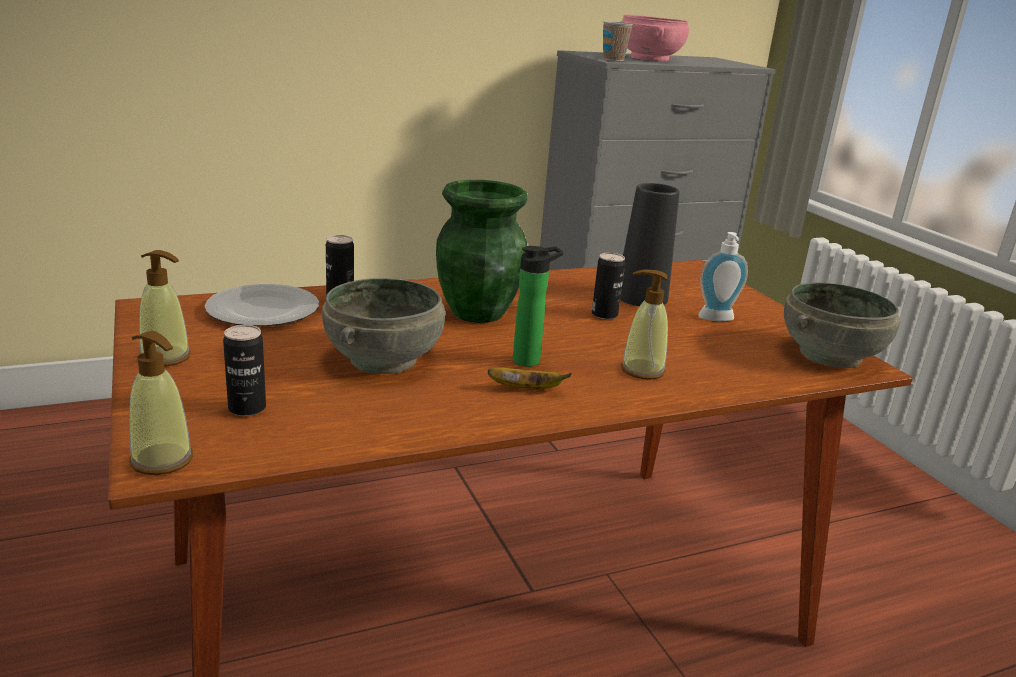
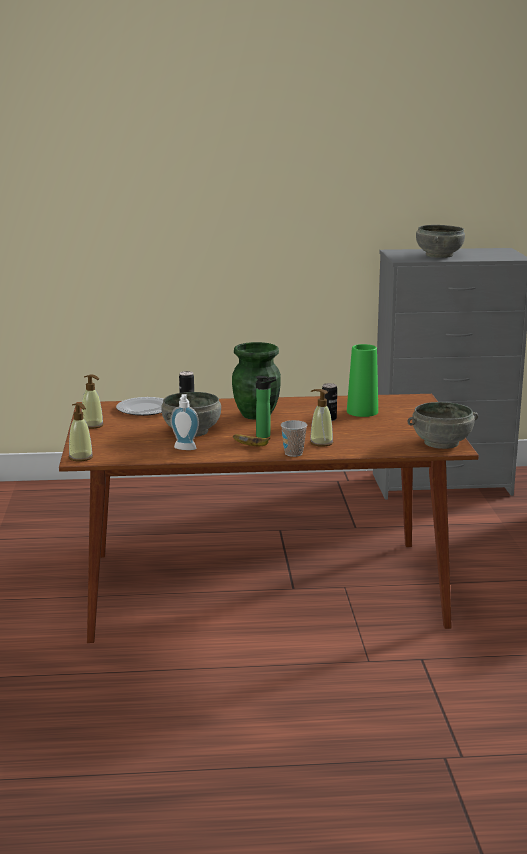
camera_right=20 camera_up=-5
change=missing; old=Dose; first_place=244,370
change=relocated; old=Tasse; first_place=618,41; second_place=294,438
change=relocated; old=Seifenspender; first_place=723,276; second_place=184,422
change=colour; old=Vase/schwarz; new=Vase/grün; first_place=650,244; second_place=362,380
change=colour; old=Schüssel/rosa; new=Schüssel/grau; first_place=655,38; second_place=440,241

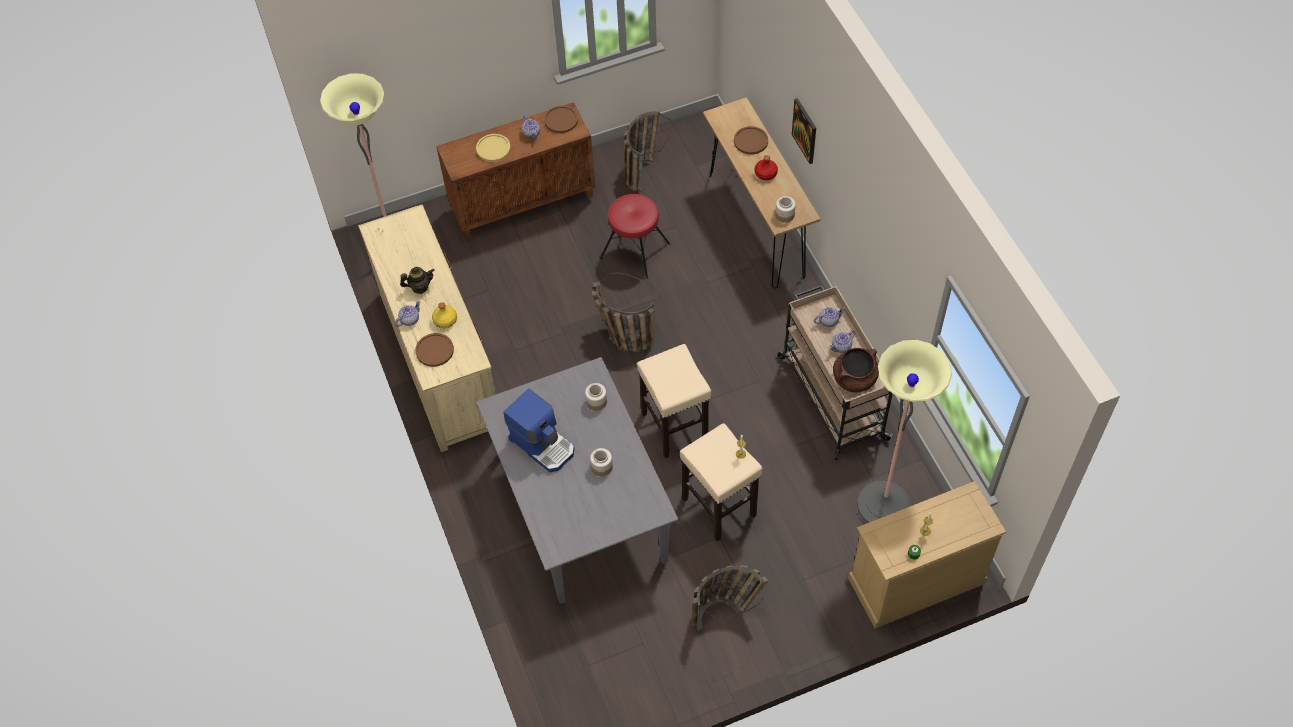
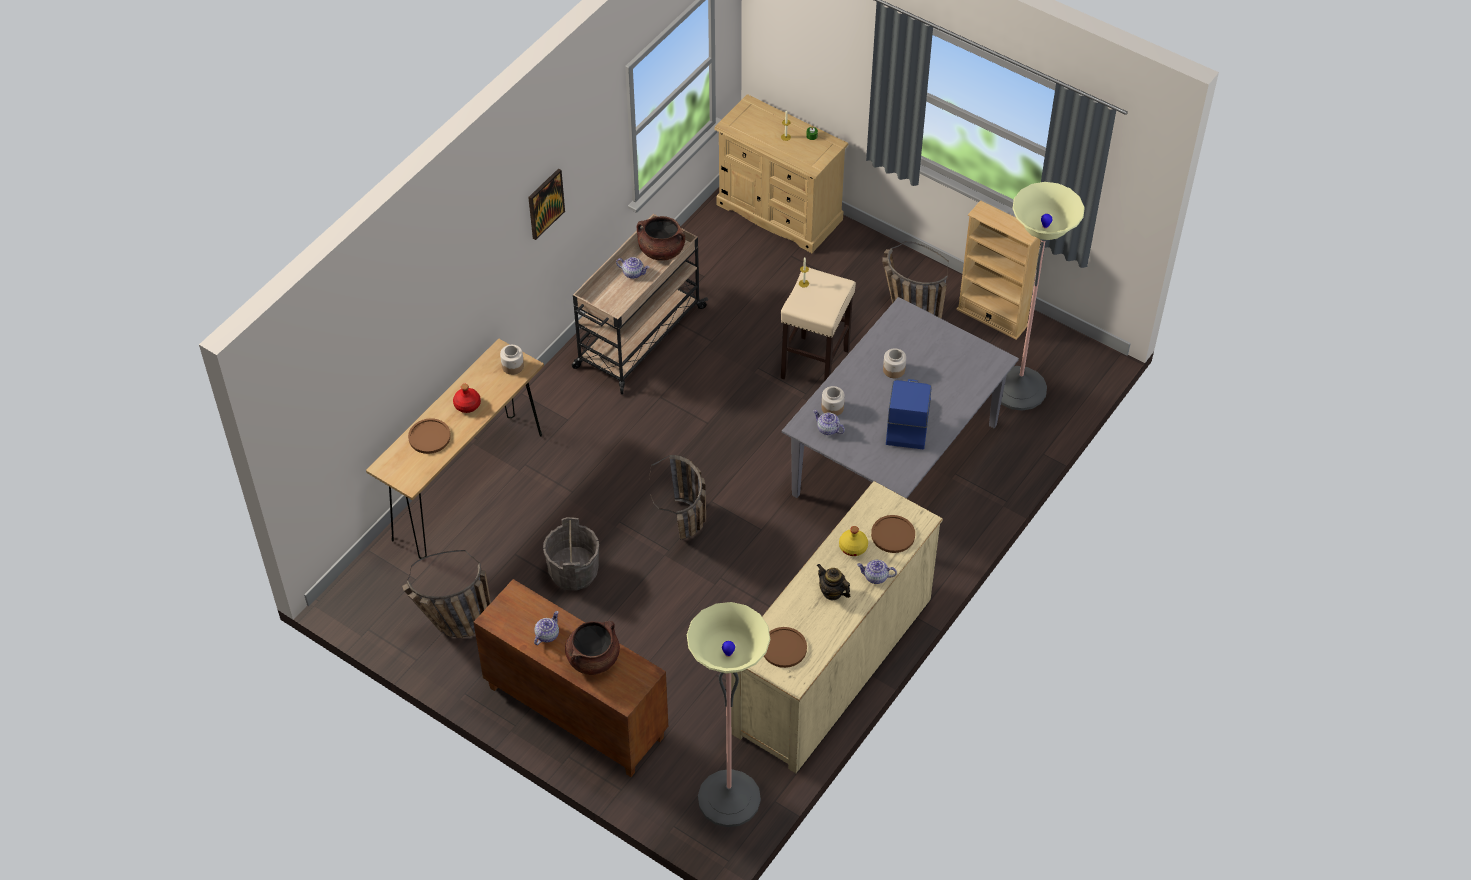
camera_right=-125 camera_up=-5
change=missing; old=Hocker/beige; first_place=674,401
change=appeared; new=Bücherregal/beige; second_place=998,270
change=relocated; old=Teller/braun; first_place=561,119; second_place=785,647
change=relocated; old=Bild; first_place=804,131; second_place=546,204
change=relocated; old=Teekanne; first_place=829,317; second_place=829,422
change=relocated; old=Stehlampe; first_place=904,431; second_place=1043,296
change=exchanged; old=Teller/gelb; new=Kochtopf/braun; first_place=493,148; second_place=592,648
change=exchanged; old=Hocker/rot; new=Eimer/grau; first_place=635,236; second_place=571,554

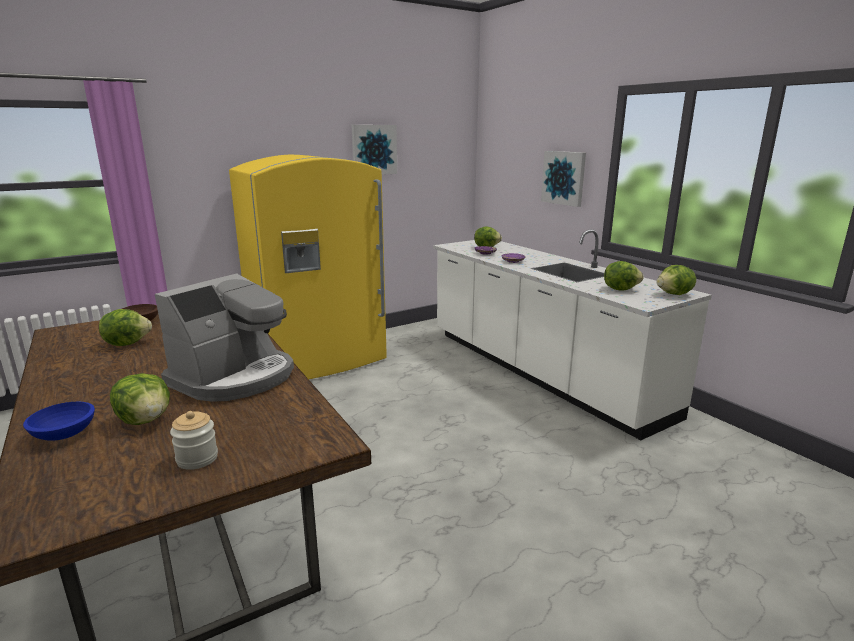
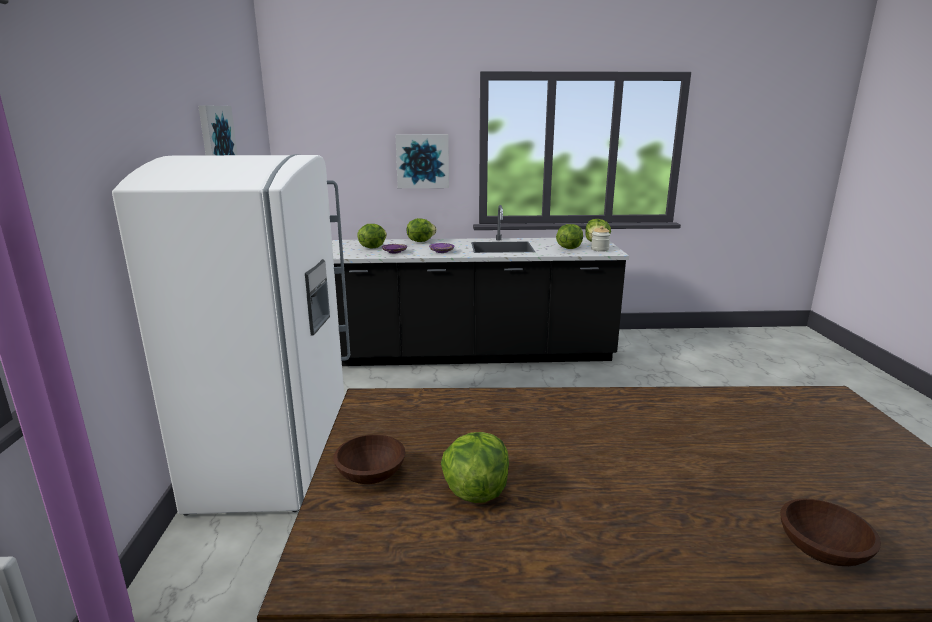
camera_right=-60 camera_up=0
change=missing; old=Kaffeemaschine; first_place=224,338
change=relocated; old=Salatkopf; first_place=140,399; second_place=422,230
change=relocated; old=Vorratsglas; first_place=194,440; second_place=600,239
change=colour; old=Schüssel/blau; new=Schüssel/braun; first_place=59,421; second_place=830,532
change=colour; old=Kühlschrank/gelb; new=Kühlschrank/weiß; first_place=308,267; second_place=231,335
change=colour; old=Küchenzeile/weiß; new=Küchenzeile/schwarz; first_place=572,334; second_place=480,285

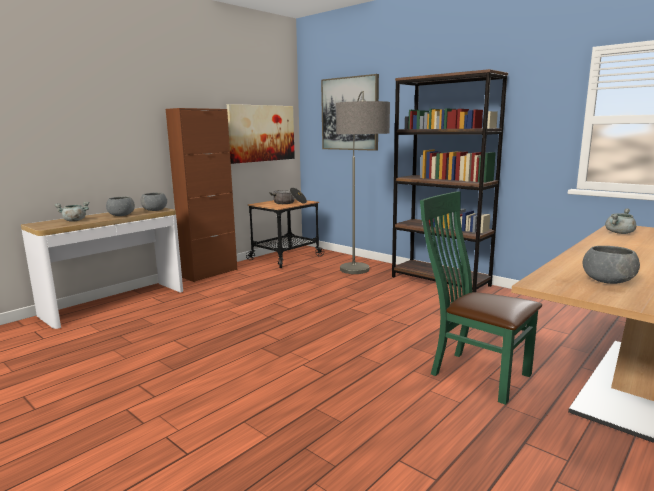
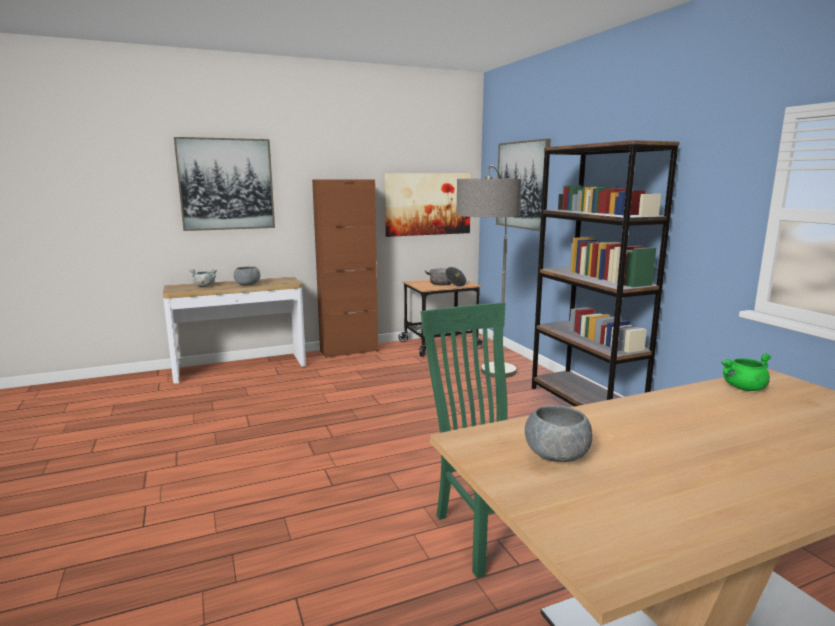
camera_right=25 camera_up=0
change=missing; old=Schüssel/grau; first_place=153,201
change=appeared; new=Bild; second_place=224,184
change=colour; old=Kochtopf/grau; new=Kochtopf/grün; first_place=620,221; second_place=746,372

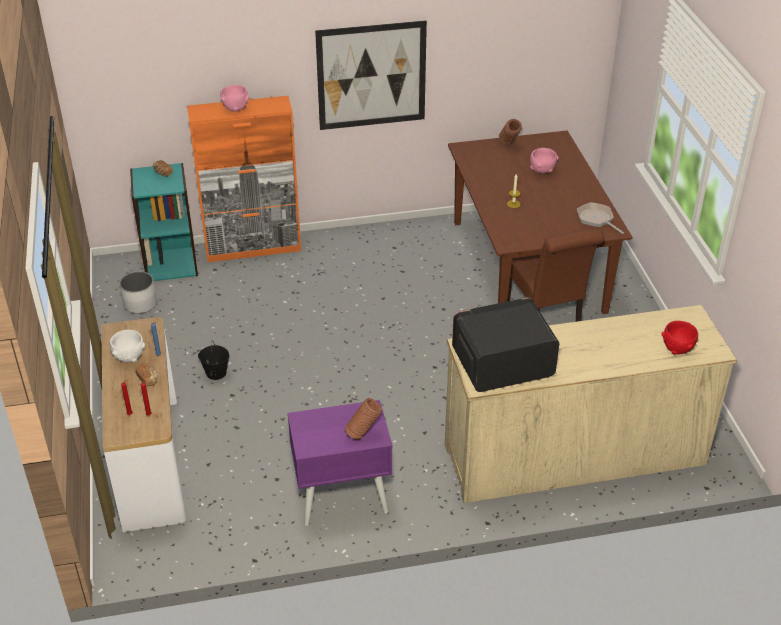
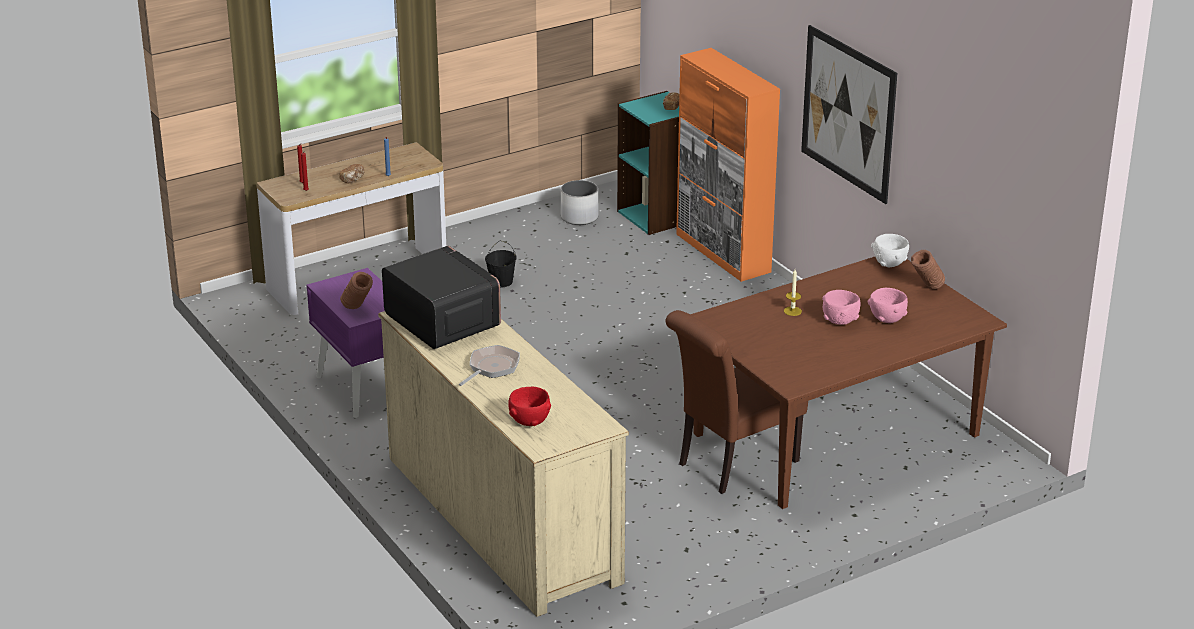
camera_right=70 camera_up=-10
change=relocated; old=Schüssel/weiß; first_place=127,346; second_place=890,250
change=relocated; old=Schüssel/rosa; first_place=234,98; second_place=841,307
change=relocated; old=Pfanne; first_place=600,218; second_place=489,365

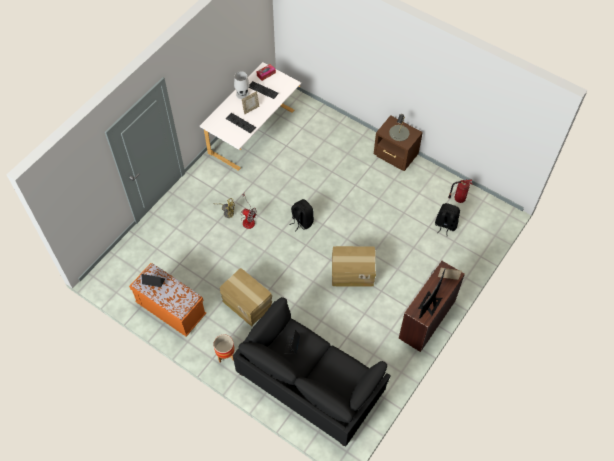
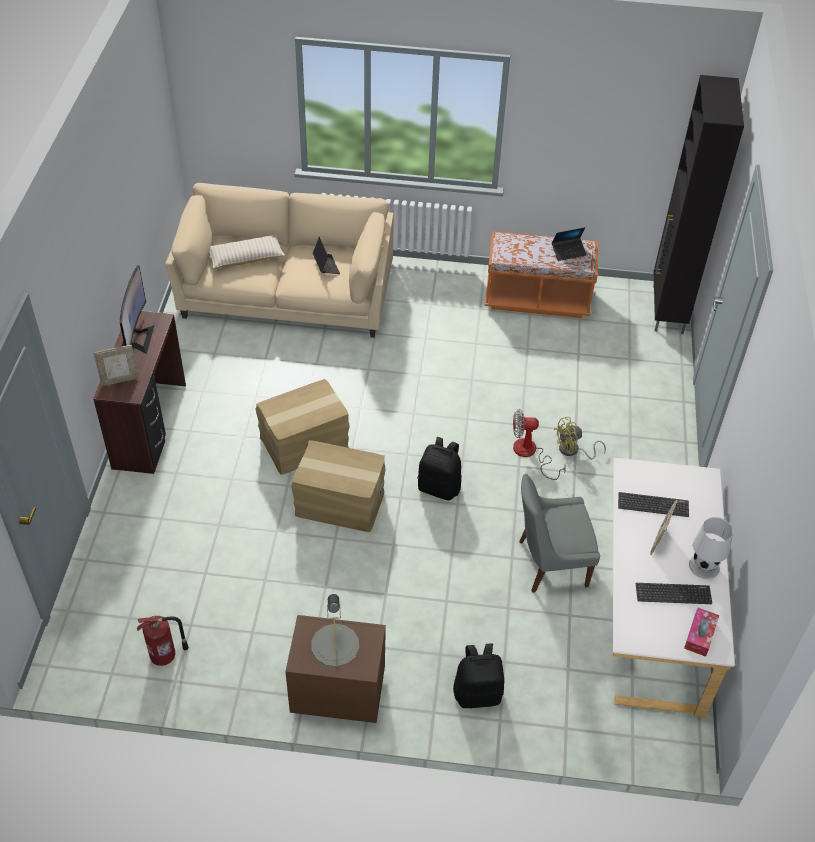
camera_right=150 camera_up=-10
change=missing; old=Pflanzkübel; first_place=224,349
change=appeared; new=Kissen/beige; second_place=247,251
change=appeared; new=Stuhl/grau; second_place=559,533
change=appeared; new=Schrank/schwarz; second_place=698,204
change=relocated; old=Karton; first_place=246,297; second_place=338,486
change=relocated; old=Rucksack/schwarz; first_place=447,220; second_place=478,675
change=colour; old=Sofa/schwarz; new=Sofa/beige; first_place=312,372; second_place=279,260

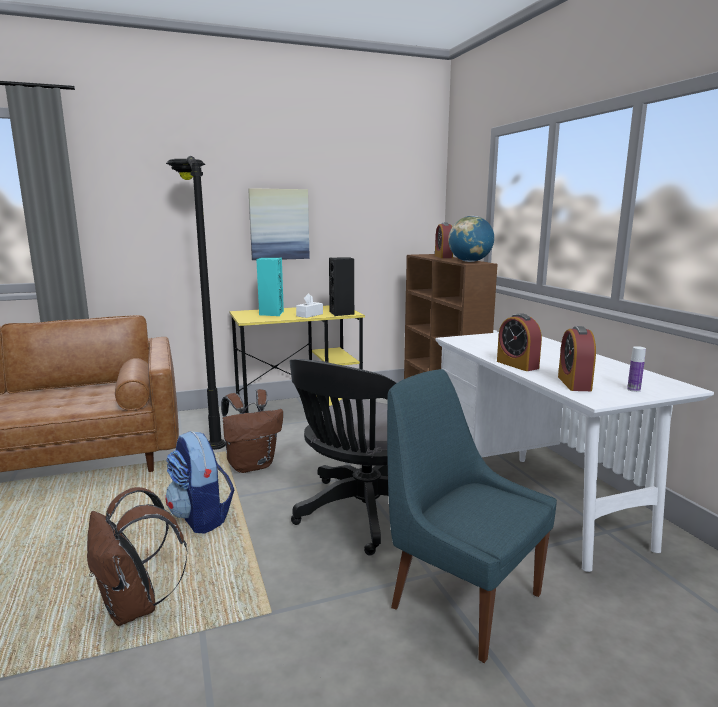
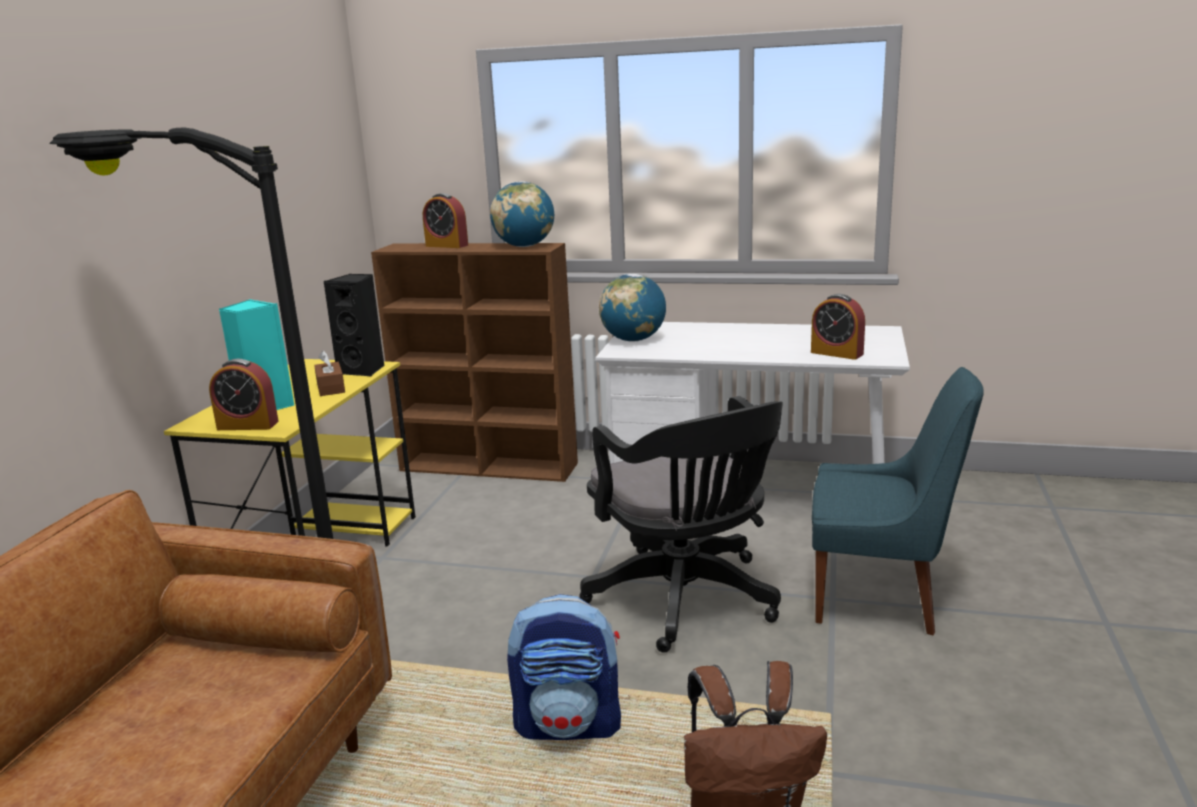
camera_right=-55 camera_up=5
change=missing; old=Rucksack/braun; first_place=252,431
change=missing; old=Bild; first_place=279,224
change=missing; old=Flasche; first_place=636,369
change=appeared; new=Globus; second_place=632,308
change=relocated; old=Wecker; first_place=519,342; second_place=244,394
change=colour; old=Taschentuchbox/weiß; new=Taschentuchbox/braun; first_place=309,305; second_place=329,373
change=spun; old=Stuhl/blau; first_place=472,516; second_place=898,501; degrees=-150

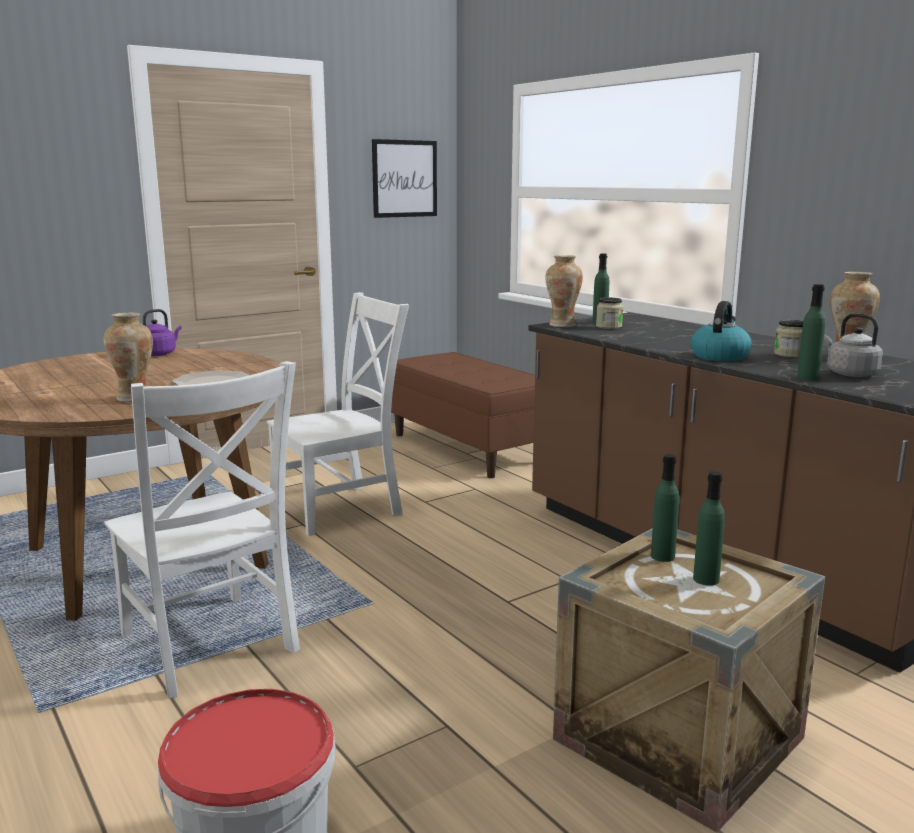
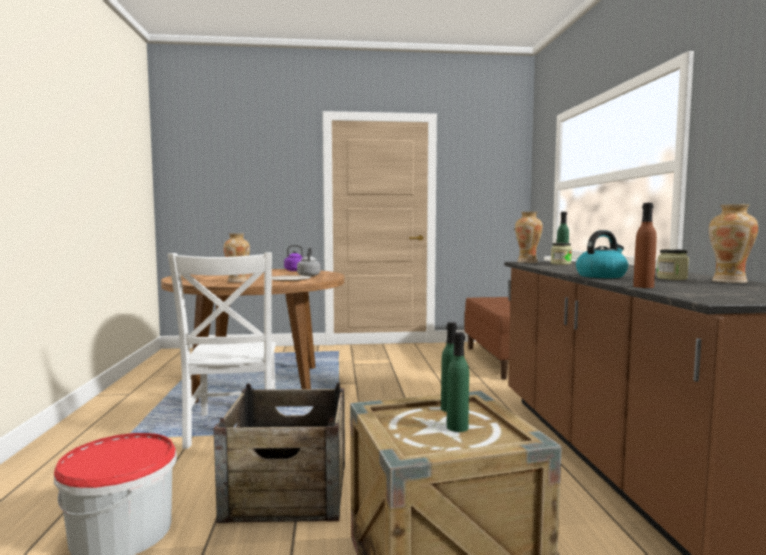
camera_right=30 camera_up=-10
change=missing; old=Stuhl/weiß; first_place=338,414
change=missing; old=Bild; first_place=404,178
change=appeared; new=Kiste; second_place=279,453
change=relocated; old=Wasserkessel/grau; first_place=853,345; second_place=308,261
change=colour; old=Flasche/grün; new=Flasche/braun; first_place=811,332; second_place=645,245

